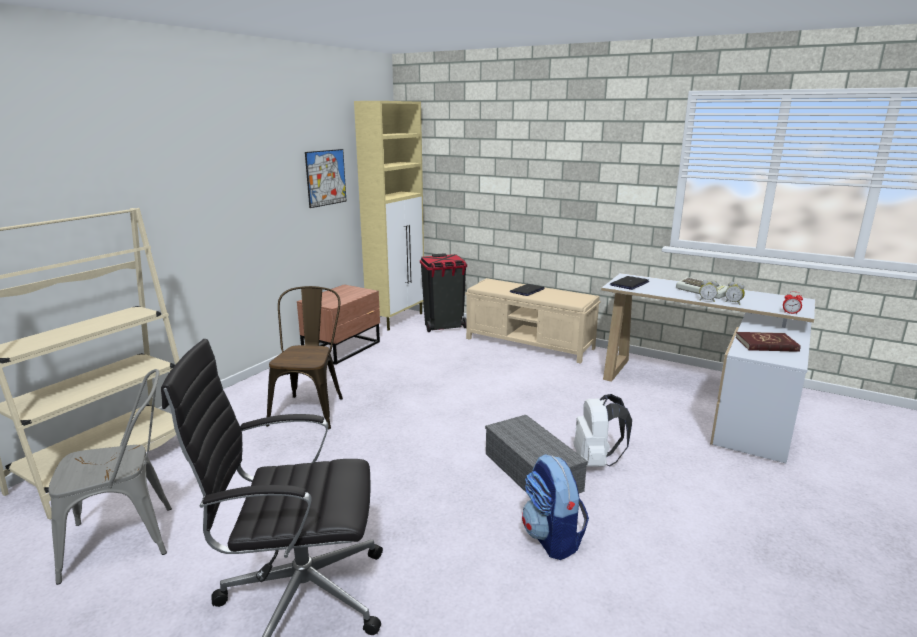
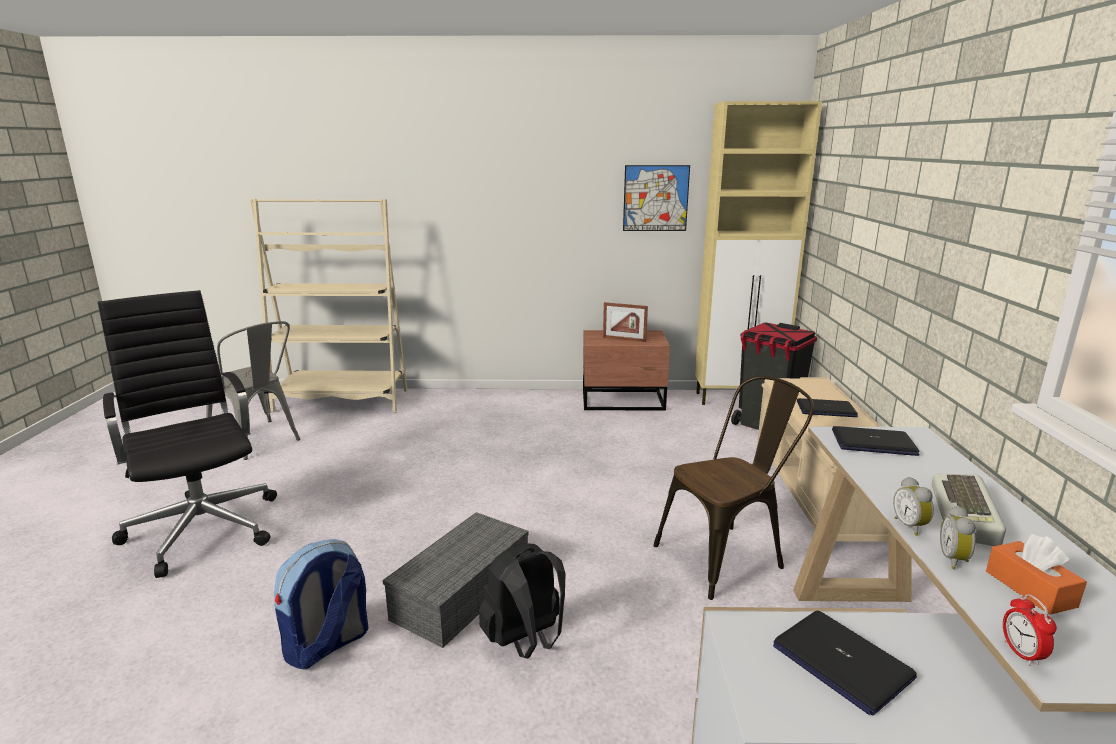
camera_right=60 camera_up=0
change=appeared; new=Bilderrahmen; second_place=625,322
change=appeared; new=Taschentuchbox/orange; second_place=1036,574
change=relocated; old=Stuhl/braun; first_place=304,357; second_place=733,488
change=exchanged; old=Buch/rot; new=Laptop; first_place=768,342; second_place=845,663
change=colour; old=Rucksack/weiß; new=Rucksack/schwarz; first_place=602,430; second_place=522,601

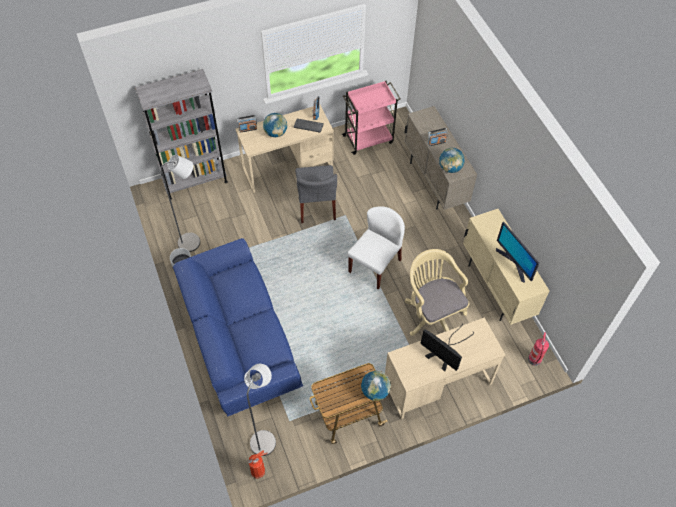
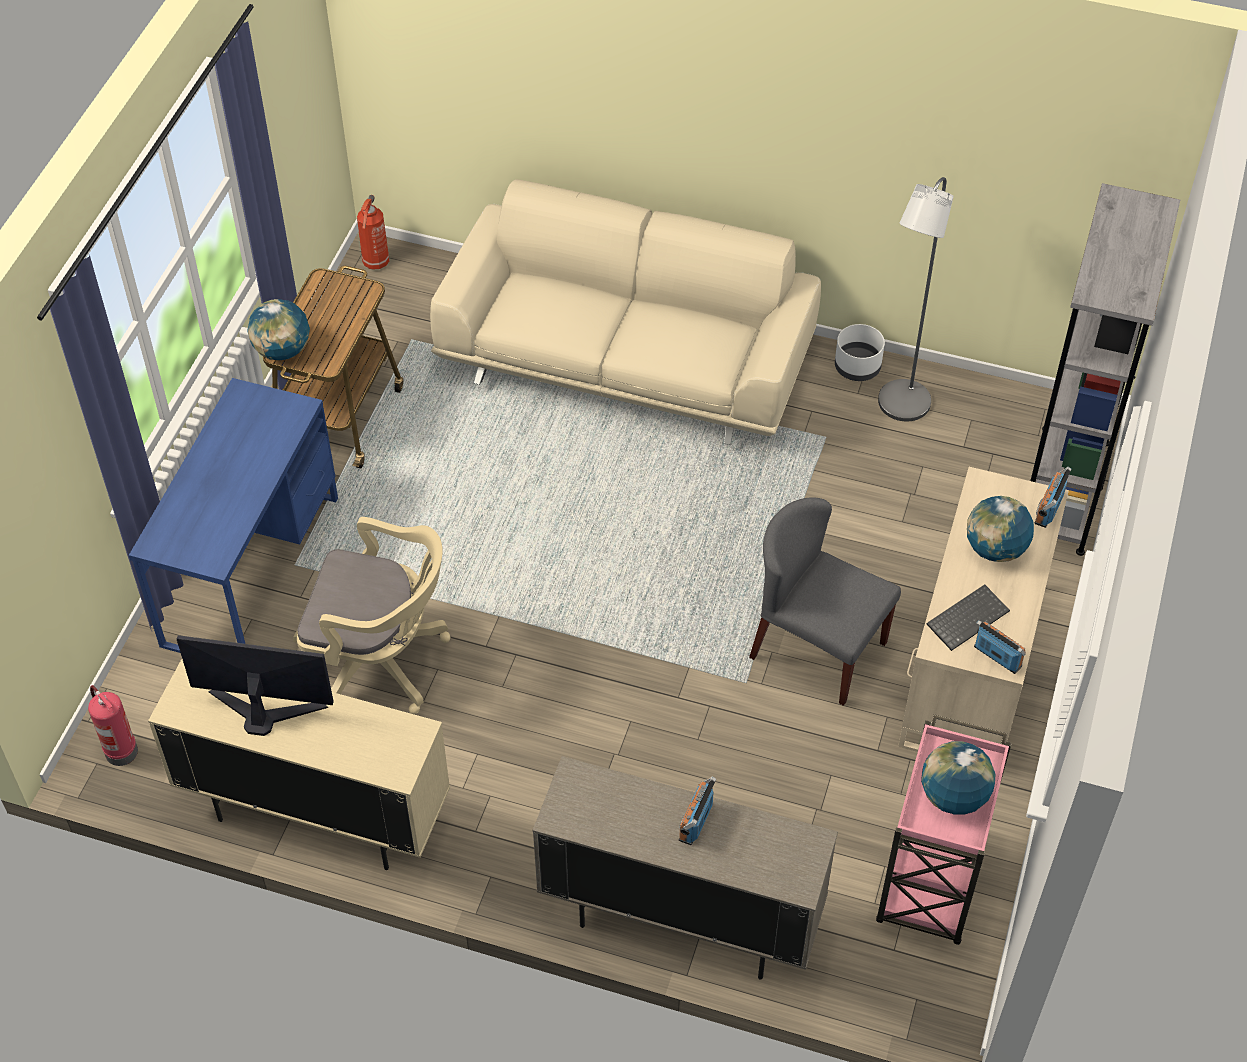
camera_right=130 camera_up=-5
change=missing; old=Stehlampe/grau; first_place=260,410
change=missing; old=Stuhl/weiß; first_place=376,247
change=missing; old=Monitor; first_place=447,347
change=relocated; old=Globus; first_place=452,160; second_place=958,777
change=colour; old=Sofa/blau; new=Sofa/beige; first_place=238,327; second_place=625,312
change=colour; old=Schreibtisch/beige; new=Schreibtisch/blau; first_place=445,368; second_place=233,515

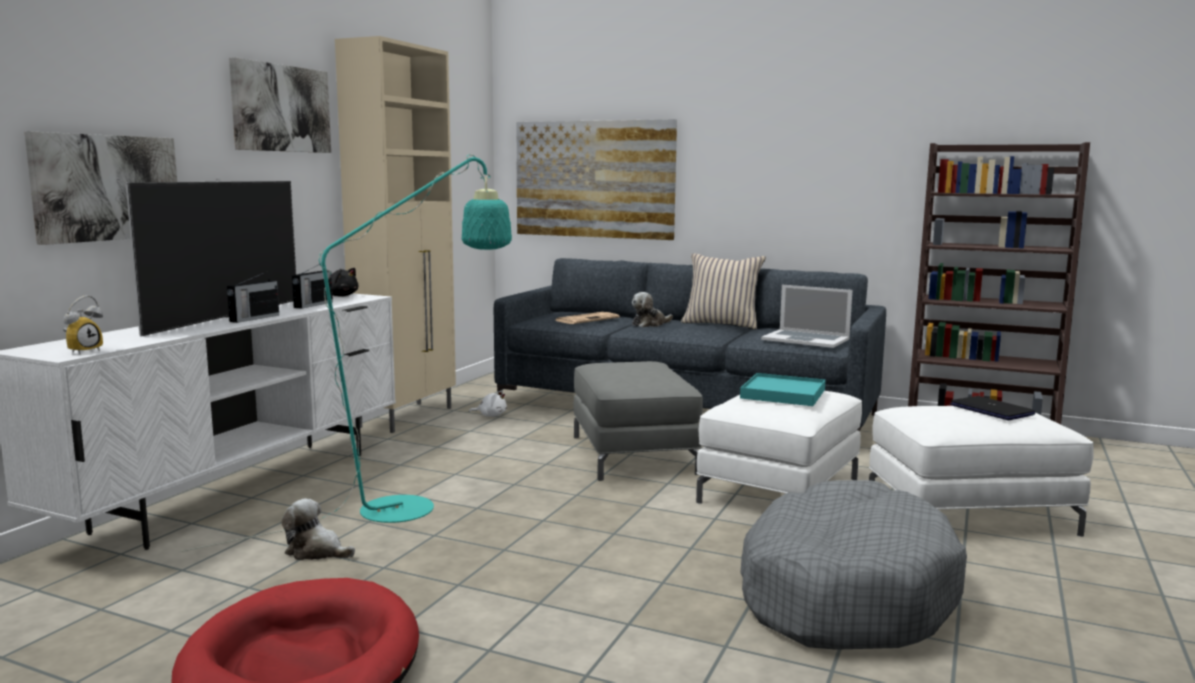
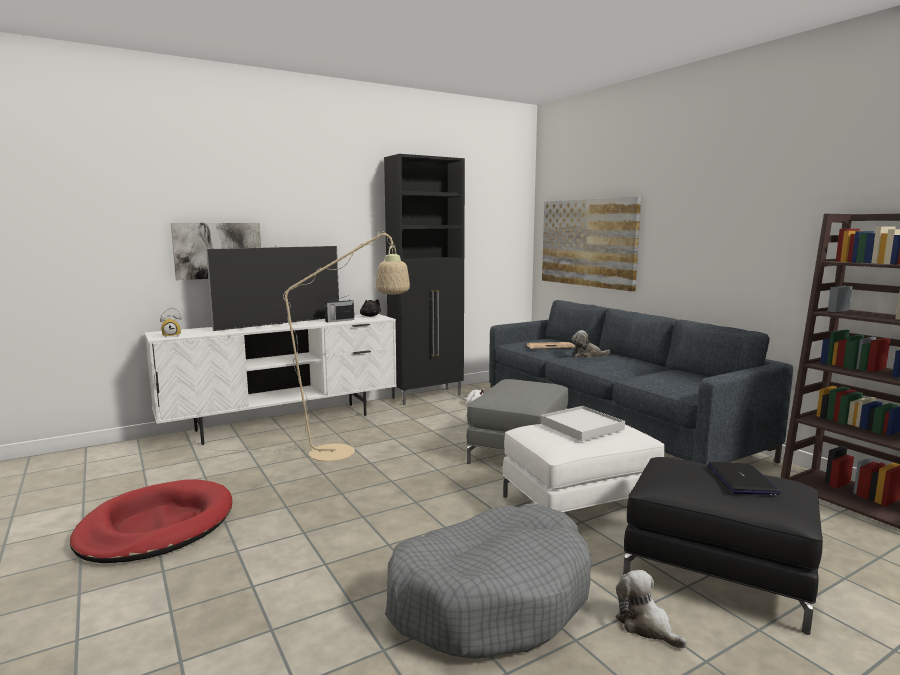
camera_right=35 camera_up=0
change=missing; old=Radio; first_place=253,297
change=missing; old=Bild; first_place=280,105
change=missing; old=Kissen/beige; first_place=723,291
change=missing; old=Laptop; first_place=807,316
change=relocated; old=Plüschtier; first_place=318,529; second_place=651,609
change=colour; old=Stehlampe/türkis; new=Stehlampe/beige; first_place=345,353; second_place=325,346
change=colour; old=Schrank/beige; new=Schrank/schwarz; first_place=395,234; second_place=424,279
change=colour; old=Tablett/türkis; new=Tablett/weiß; first_place=783,389; second_place=582,423
change=colour; old=Polsterhocker/weiß; new=Polsterhocker/schwarz; first_place=981,471; second_place=723,546

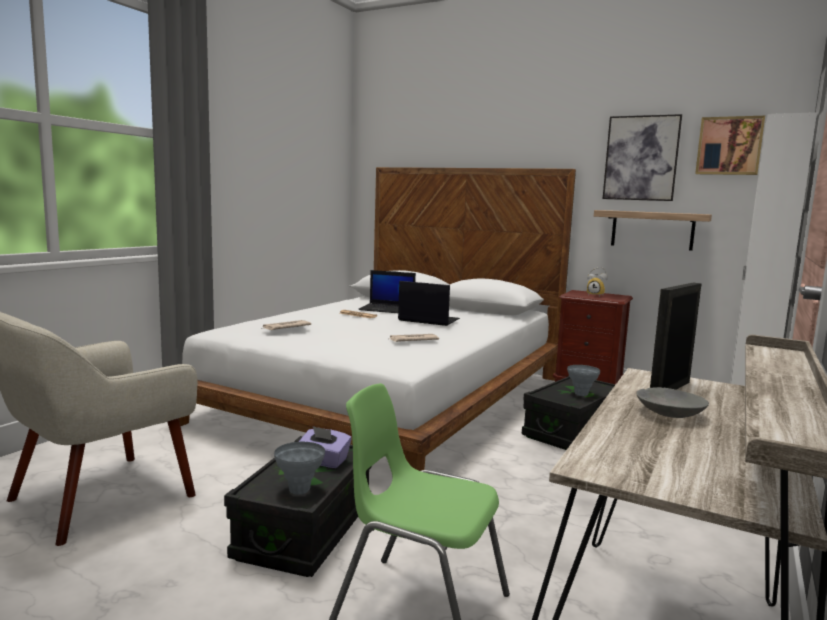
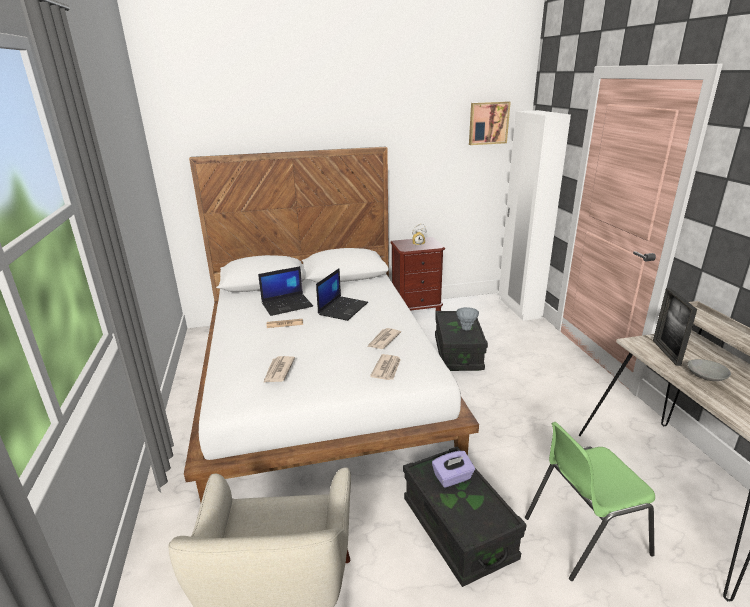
camera_right=-40 camera_up=15
change=missing; old=Vase/grau; first_place=299,468
change=missing; old=Wandregal; first_place=653,230
change=missing; old=Bild; first_place=642,157
change=appeared; new=Zeitung; second_place=385,367
change=spun; old=Laptop; first_place=429,303; second_place=342,294; degrees=135

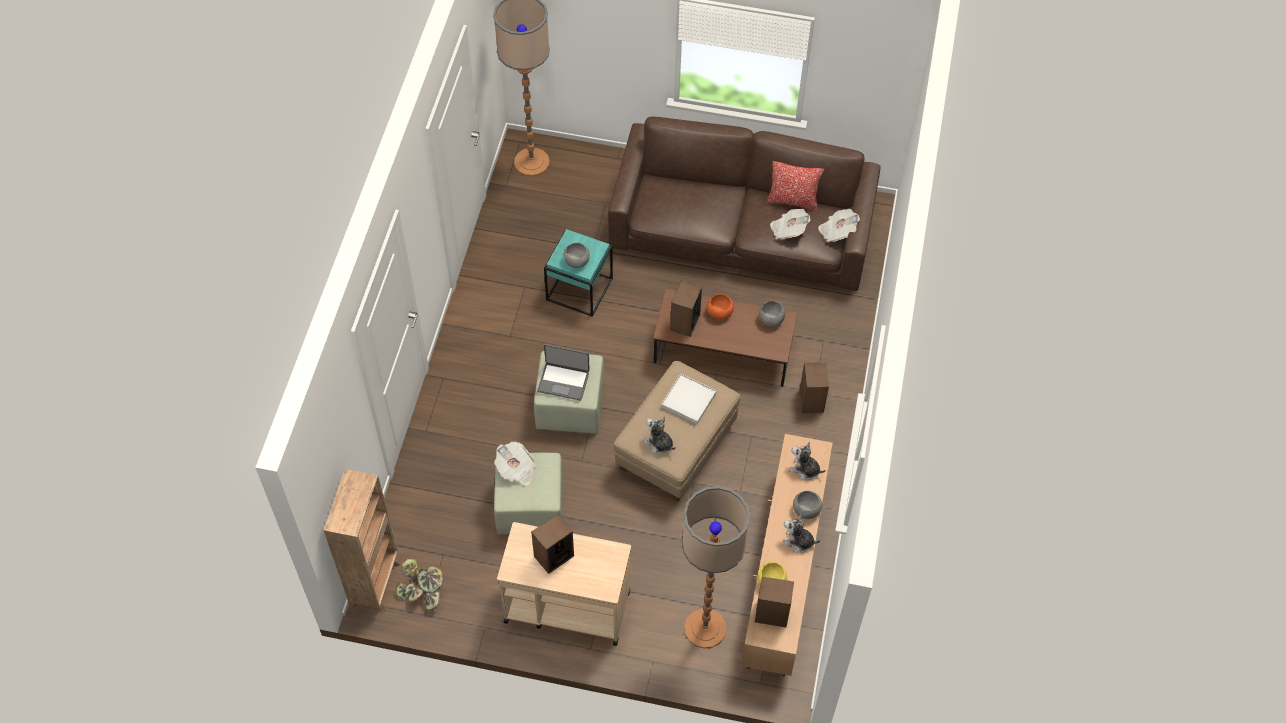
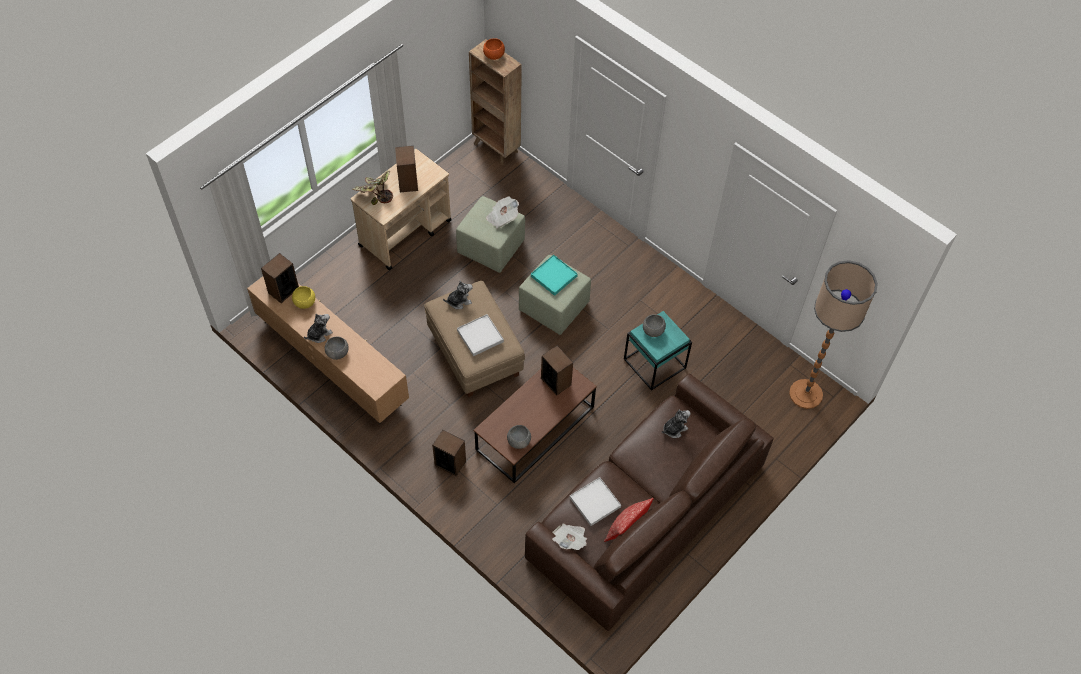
camera_right=120 camera_up=0
change=missing; old=Stehlampe; first_place=716,567
change=relocated; old=Topfpflanze; first_place=420,585; second_place=372,188
change=relocated; old=Schüssel/orange; first_place=720,307; second_place=494,49
change=relocated; old=Plüschtier; first_place=807,460; second_place=676,424
change=exchanged; old=Laptop; new=Tablett/türkis; first_place=563,372; second_place=554,275
change=exchanged; old=Zeitung; new=Tablett/weiß; first_place=790,224; second_place=595,501

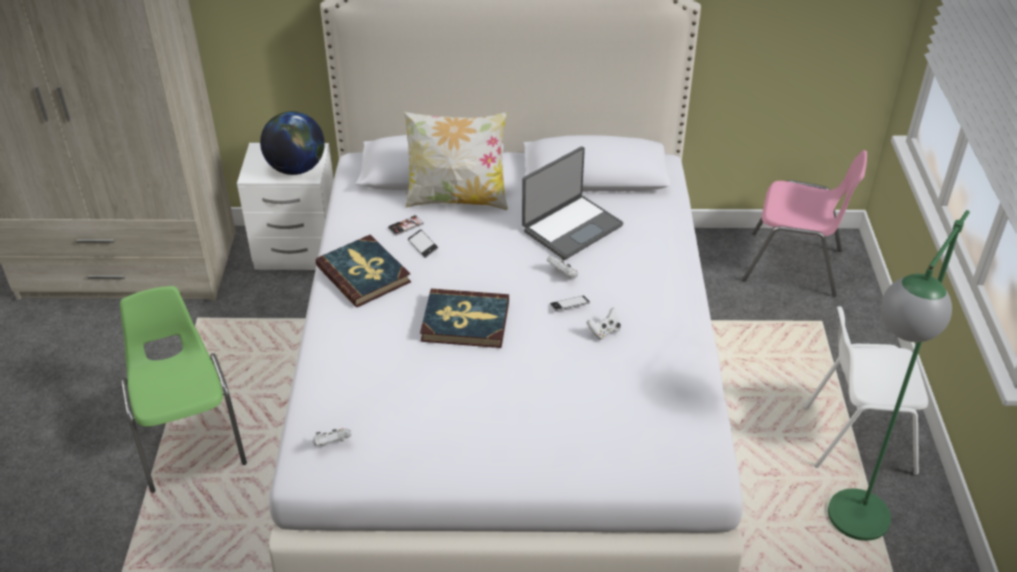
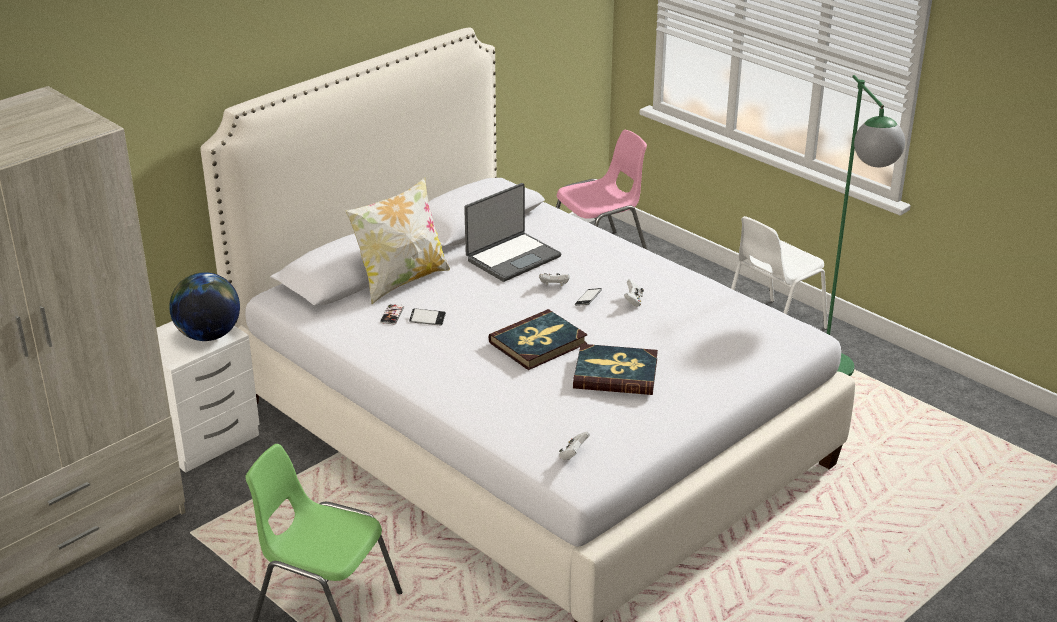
camera_right=-45 camera_up=-10
change=relocated; old=Buch; first_place=363,271; second_place=615,369
change=spun; old=Laptop; first_place=572,203; second_place=512,232; degrees=45

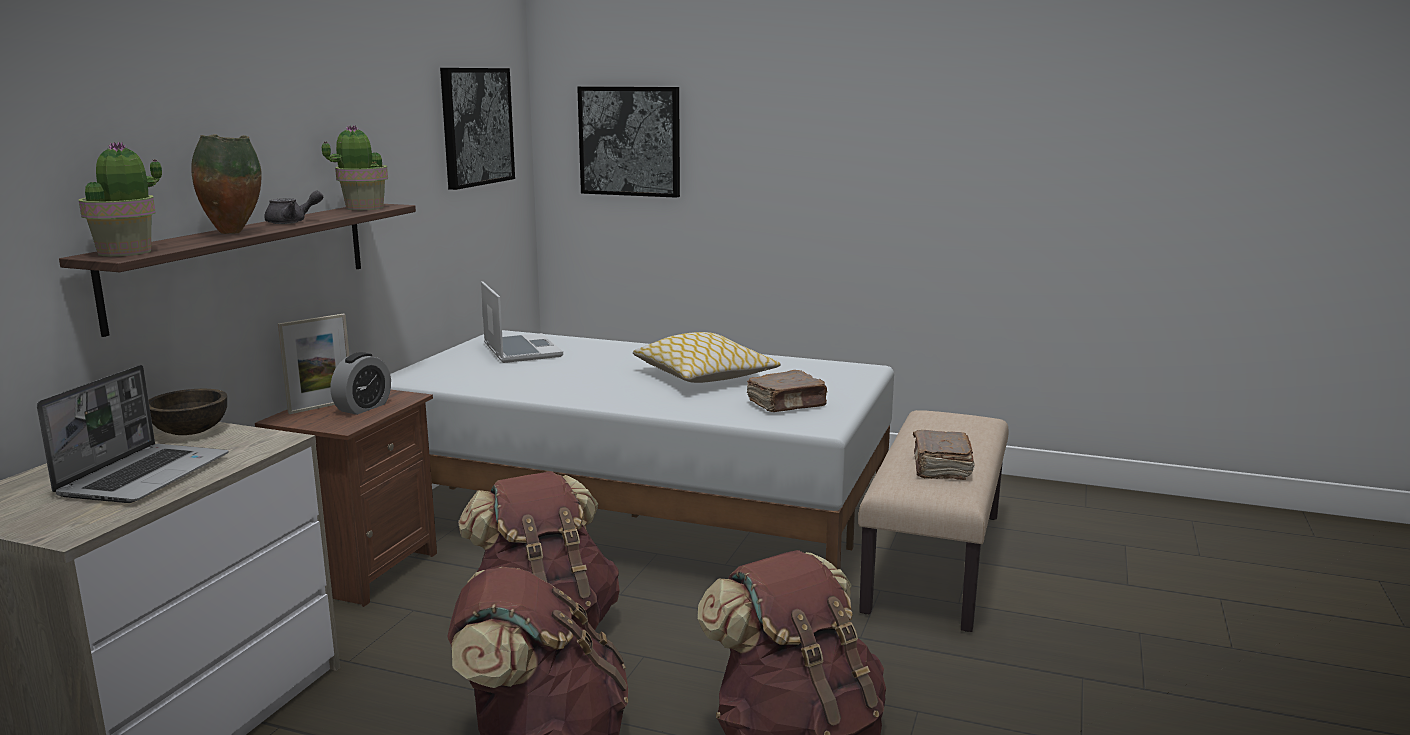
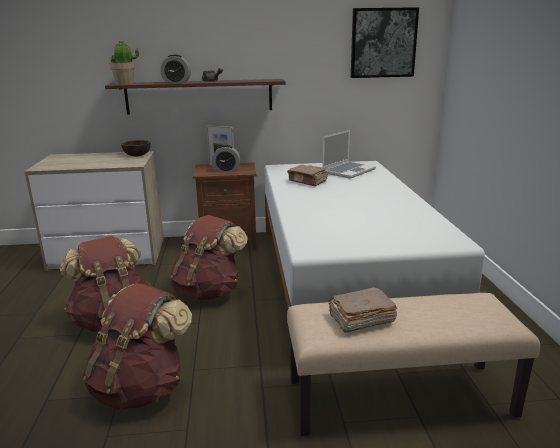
camera_right=65 camera_up=5
change=missing; old=Laptop; first_place=133,434
change=missing; old=Topfpflanze; first_place=355,167
change=missing; old=Bild; first_place=628,142
change=missing; old=Kissen; first_place=707,357
change=relocated; old=Buch/braun; first_place=787,391; second_place=307,175
change=exchanged; old=Vase; new=Wecker; first_place=226,184; second_place=175,68

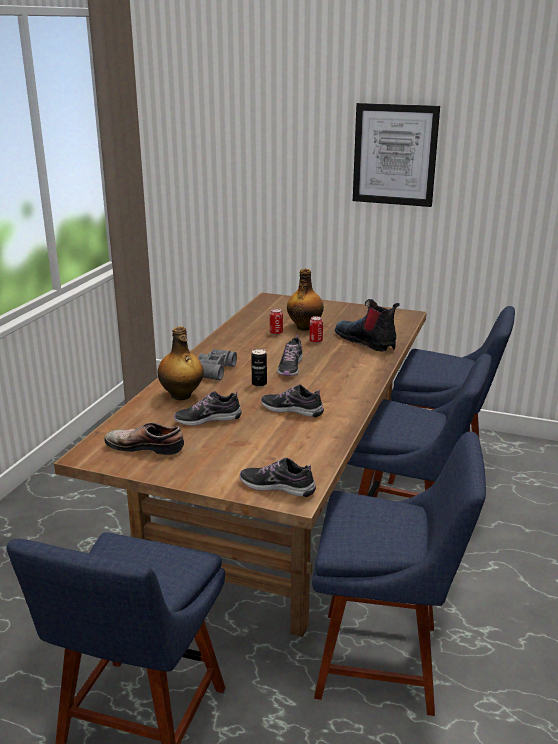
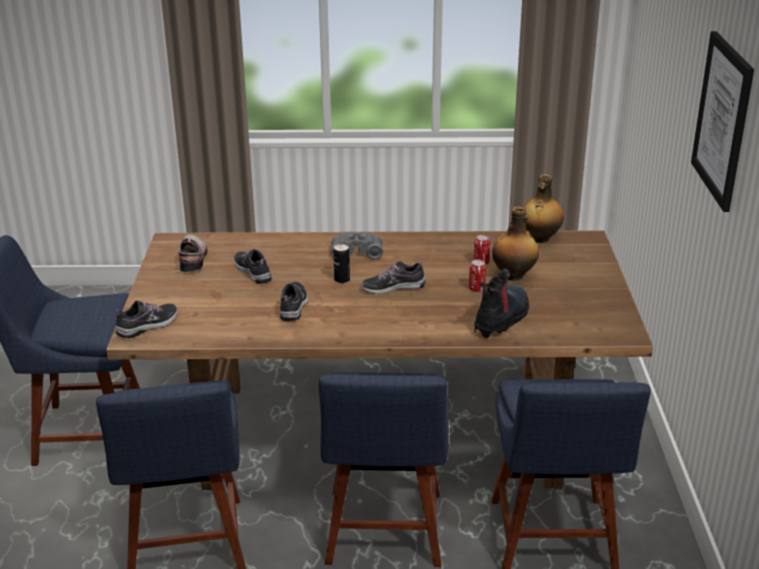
camera_right=70 camera_up=5
change=relocated; old=Flasche; first_place=181,363; second_place=544,208
change=spun; old=Schuh; first_place=278,477; second_place=147,319; degrees=45

